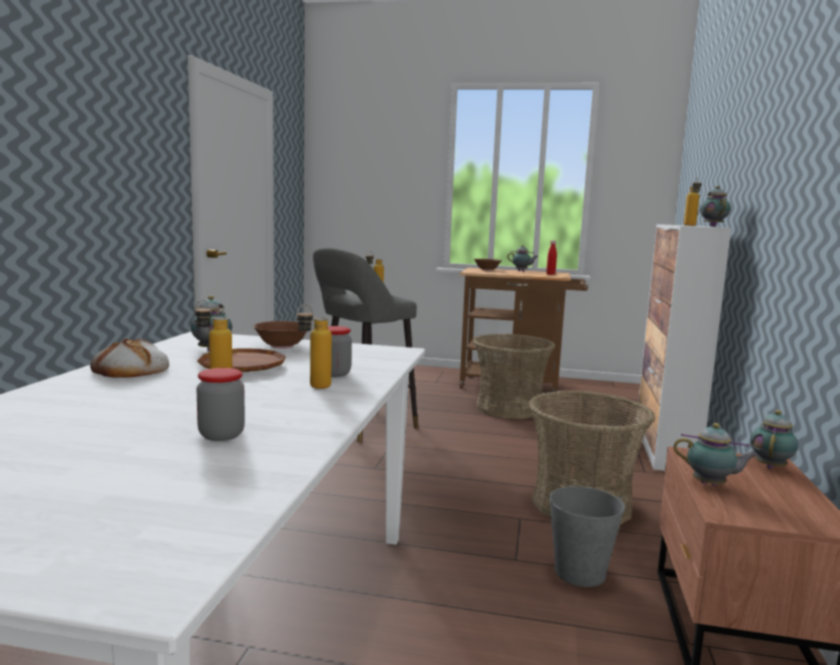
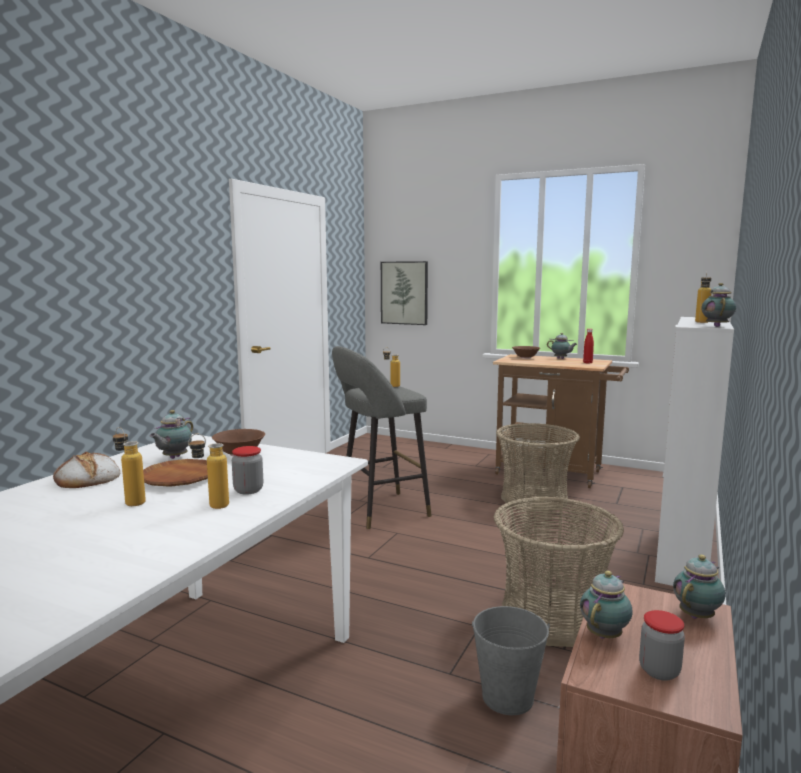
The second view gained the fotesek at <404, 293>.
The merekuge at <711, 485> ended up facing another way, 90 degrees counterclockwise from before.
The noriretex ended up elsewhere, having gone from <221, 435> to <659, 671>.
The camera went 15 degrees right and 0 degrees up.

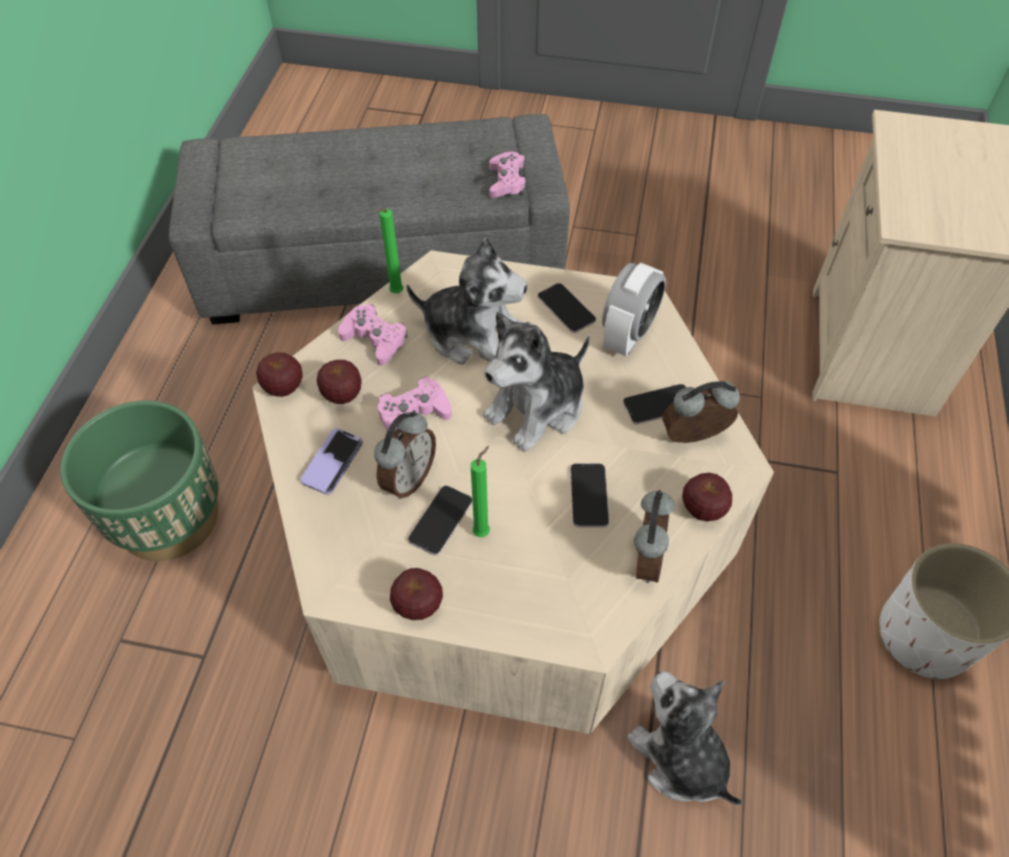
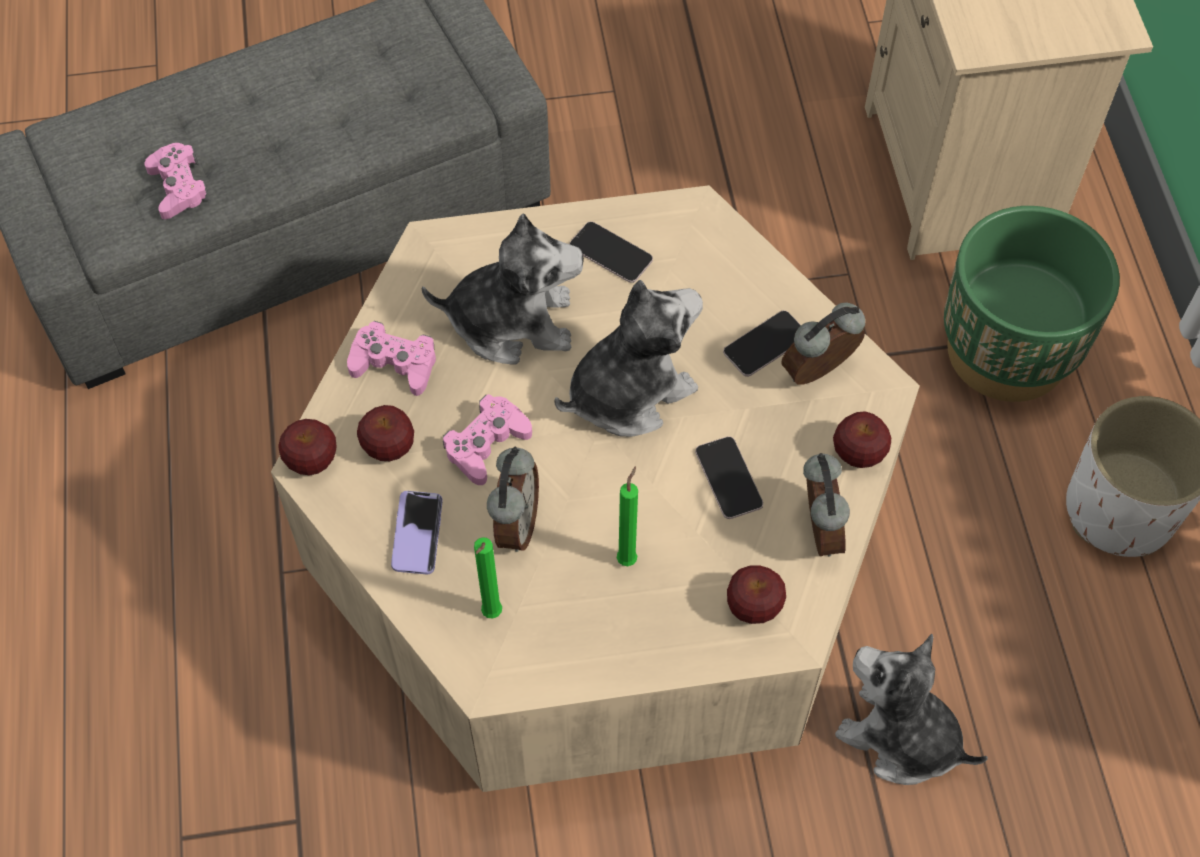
The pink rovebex ended up elsewhere, having gone from <507, 181> to <179, 187>.
The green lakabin ended up elsewhere, having gone from <395, 293> to <490, 615>.
The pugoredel at <537, 408> ended up facing another way, 150 degrees counterclockwise from before.
The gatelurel ended up elsewhere, having gone from <418, 605> to <754, 607>.
The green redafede ended up elsewhere, having gone from <169, 518> to <1006, 351>.
The second view lost the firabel at <440, 520>.
The second view lost the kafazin at <628, 335>.
The camera went 20 degrees left and 5 degrees up.

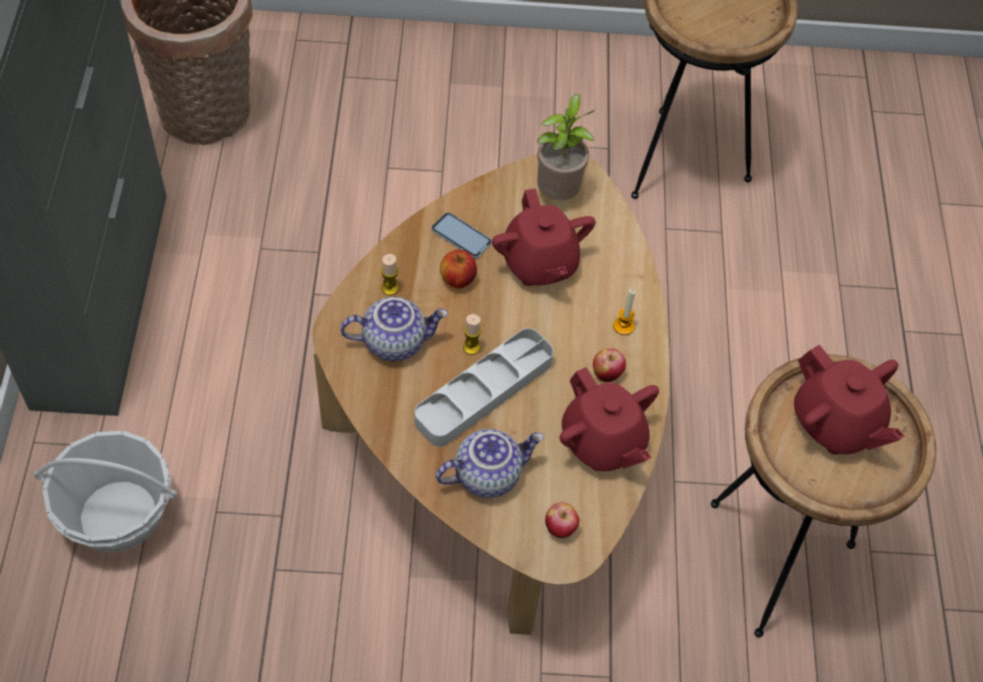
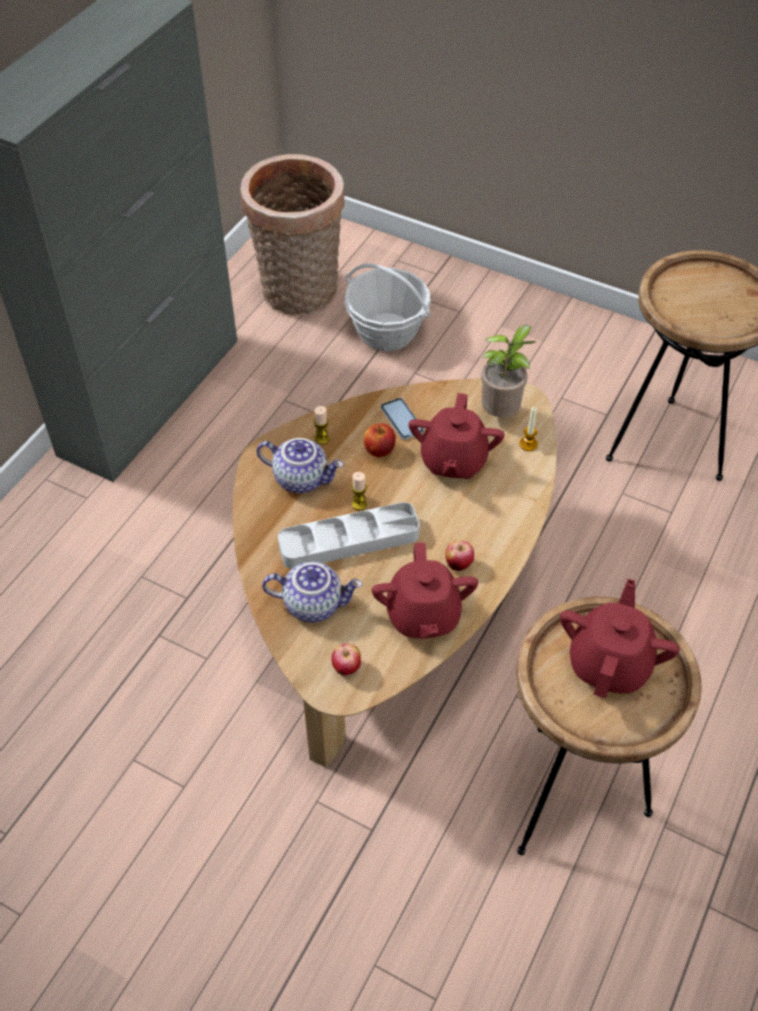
The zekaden ended up elsewhere, having gone from <119, 516> to <387, 332>.
The lakabin ended up elsewhere, having gone from <623, 326> to <528, 444>.
The red merekuge at <835, 423> ended up facing another way, 150 degrees counterclockwise from before.
The camera went 30 degrees right and 5 degrees down.

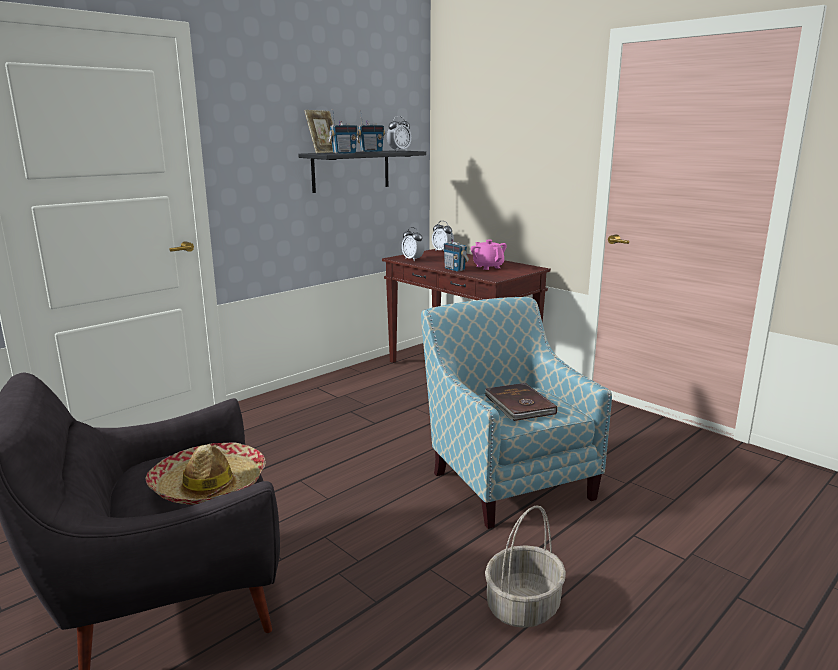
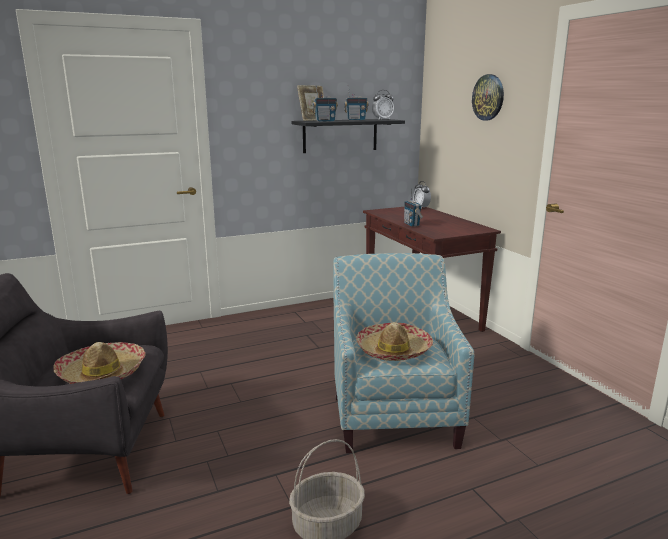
Where the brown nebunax stood at <518, 405>, the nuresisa came to stand at <393, 350>.
The second view gained the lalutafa at <488, 97>.
The second view lost the kafazin at <413, 259>.
The second view lost the pink merekuge at <488, 267>.
The camera went 20 degrees right and 0 degrees up.

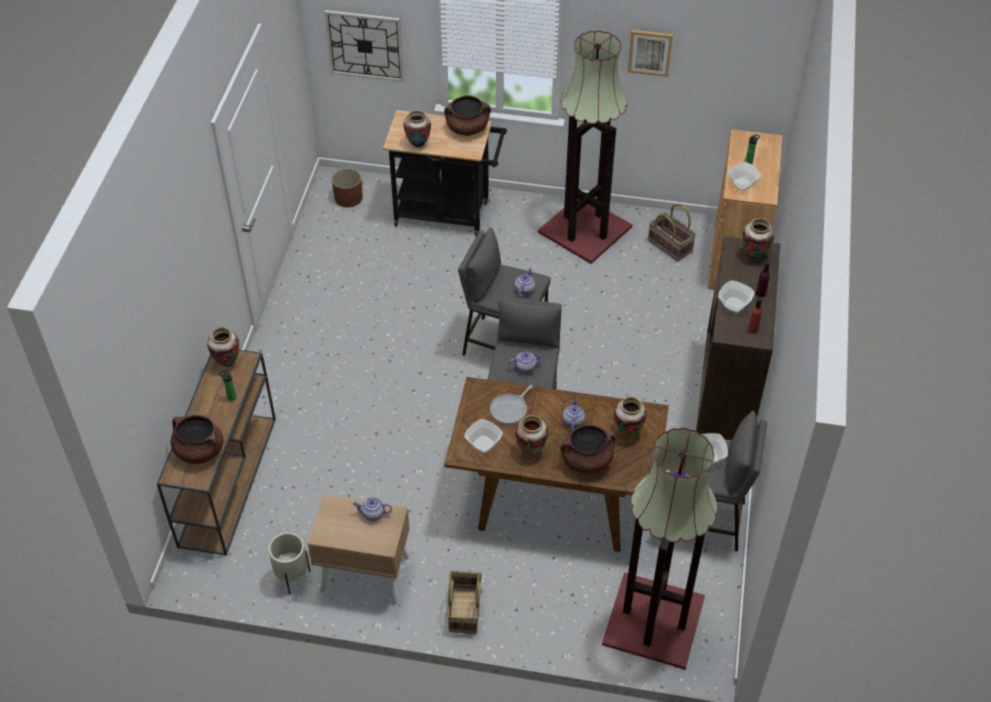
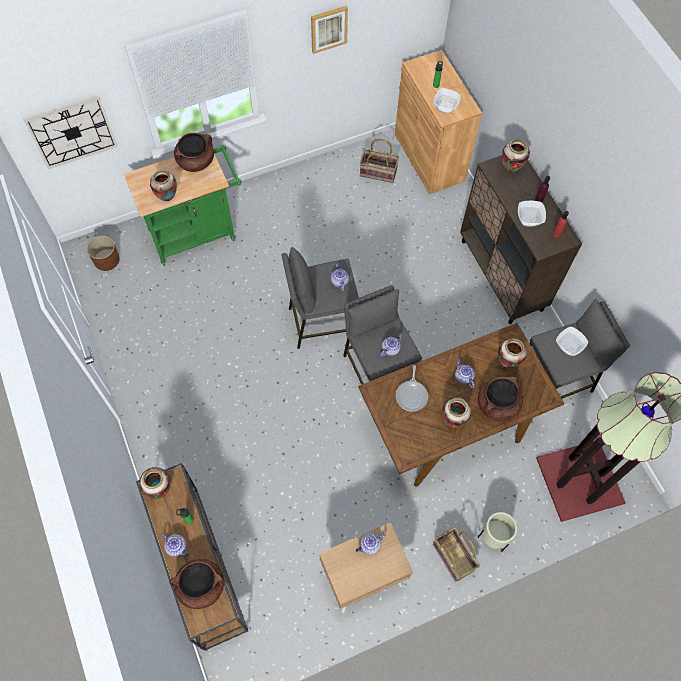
What was the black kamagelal at <448, 214> turned into the green kamagelal at <197, 232>.
The second view gained the merekuge at <177, 547>.
The beige redafede ended up elsewhere, having gone from <292, 578> to <493, 538>.
The second view lost the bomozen at <482, 444>.
The second view lost the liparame at <584, 228>.
The camera went 35 degrees left and 15 degrees up.

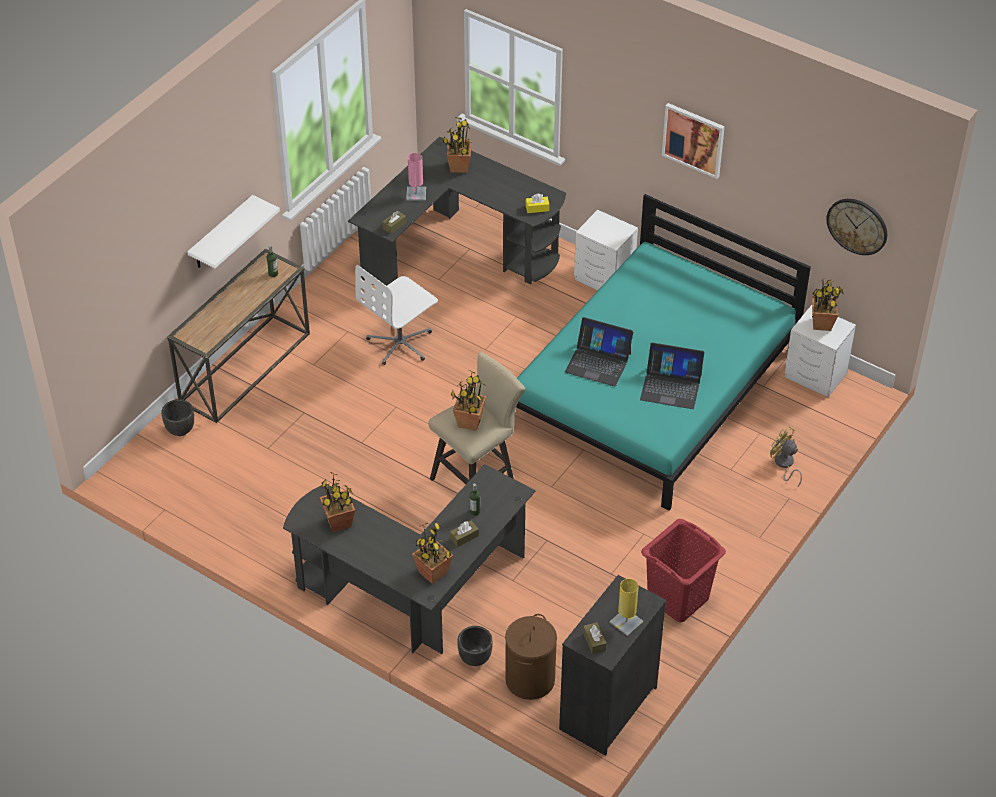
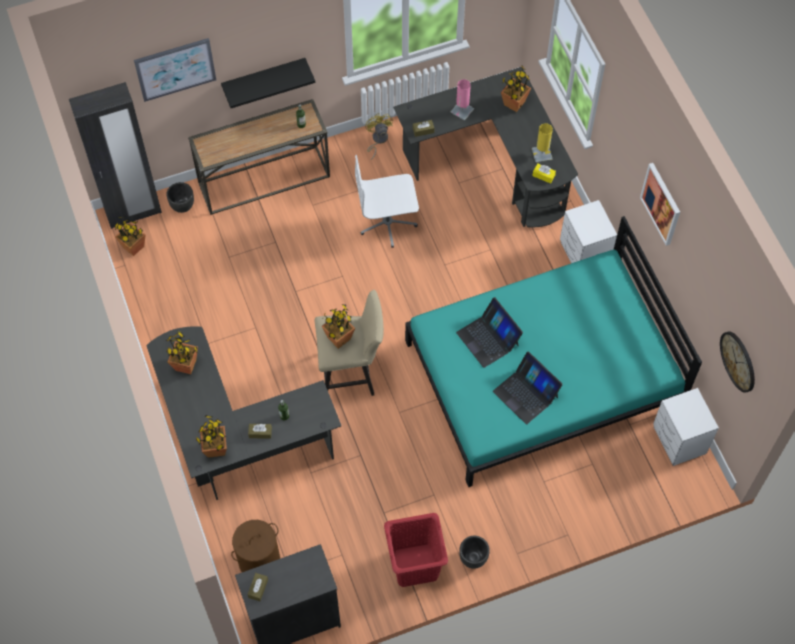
The second view gained the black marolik at <133, 213>.
The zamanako ended up elsewhere, having gone from <822, 323> to <133, 247>.
The second view gained the fotesek at <175, 69>.
What was the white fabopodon at <221, 234> turned into the black fabopodon at <264, 78>.
The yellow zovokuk ended up elsewhere, having gone from <784, 464> to <378, 140>.
The black redafede ended up elsewhere, having gone from <474, 658> to <473, 558>.
The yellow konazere ended up elsewhere, having gone from <626, 622> to <542, 154>.
The camera went 35 degrees right and 15 degrees up.

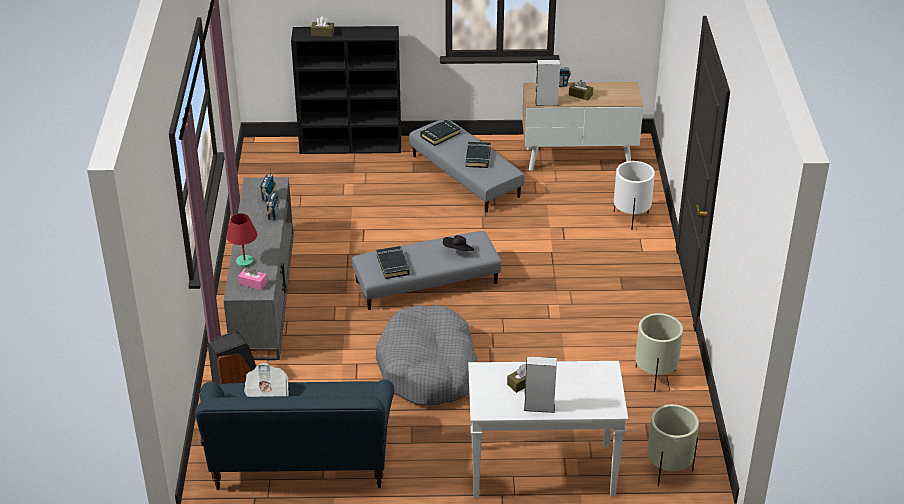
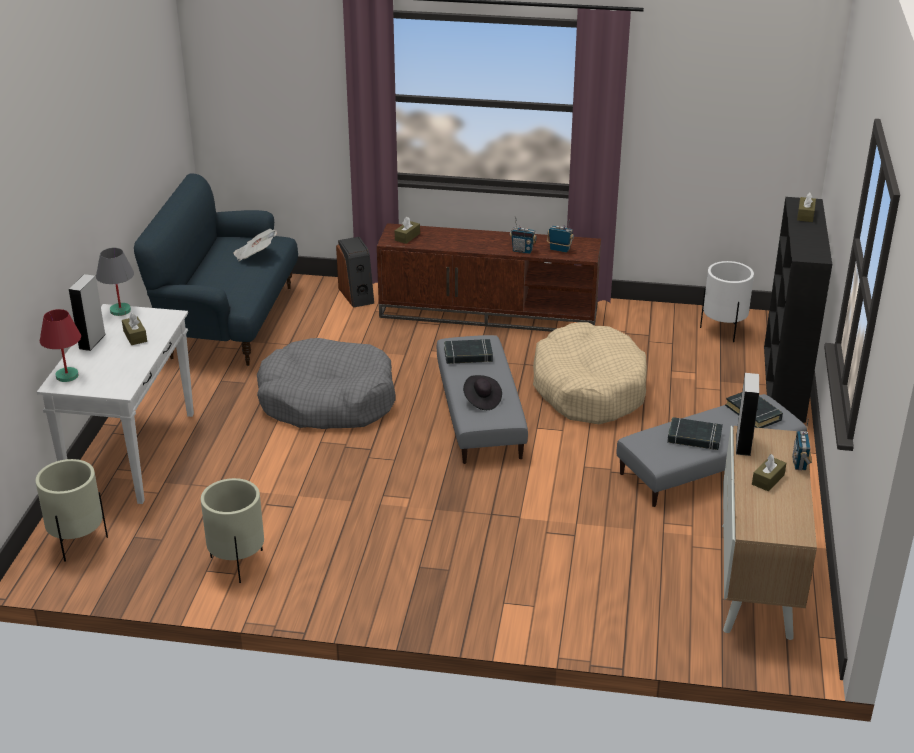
The red konazere ended up elsewhere, having gone from <244, 262> to <67, 375>.
The second view gained the grey konazere at <120, 310>.
What was the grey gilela at <262, 293> turned into the brown gilela at <489, 313>.
What was the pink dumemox at <253, 283> turned into the brown dumemox at <407, 237>.
The second view gained the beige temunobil at <589, 388>.
The white redafede ended up elsewhere, having gone from <631, 218> to <723, 330>.
The camera went 100 degrees right and 5 degrees down.

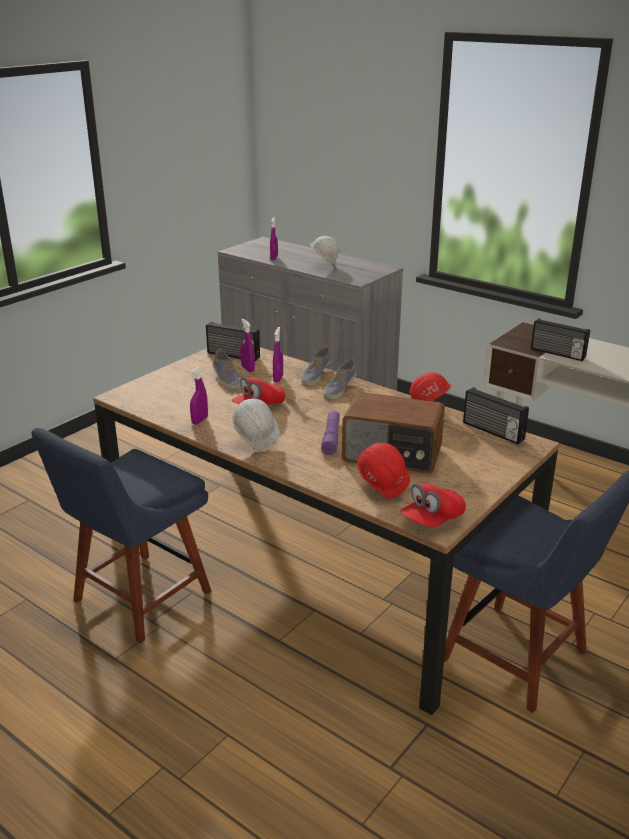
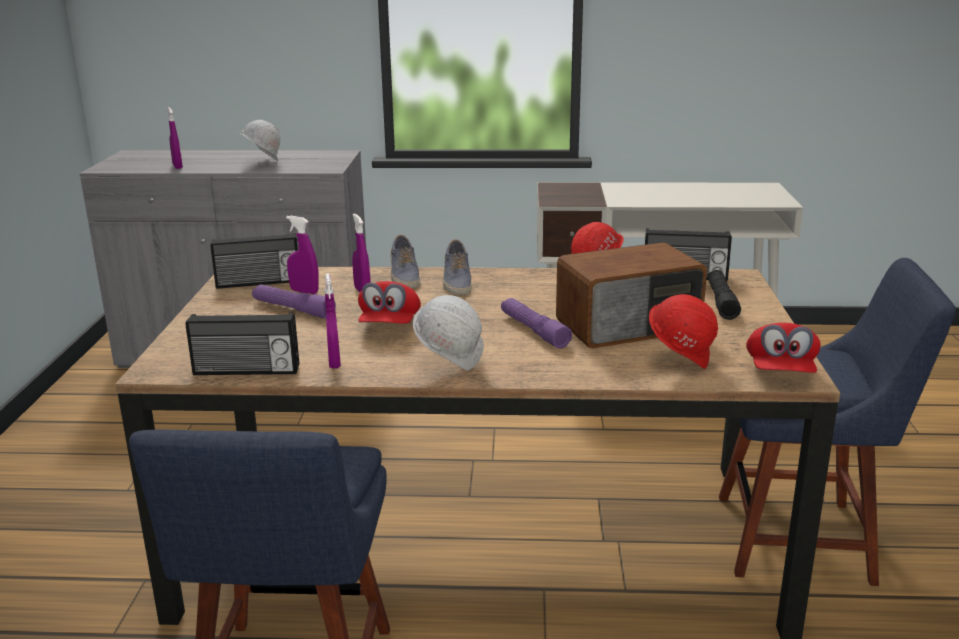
The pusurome ended up elsewhere, having gone from <557, 353> to <246, 371>.
Where the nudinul stood at <226, 379>, the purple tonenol came to stand at <293, 309>.
The second view gained the black tonenol at <721, 302>.
The camera went 35 degrees left and 5 degrees down.

